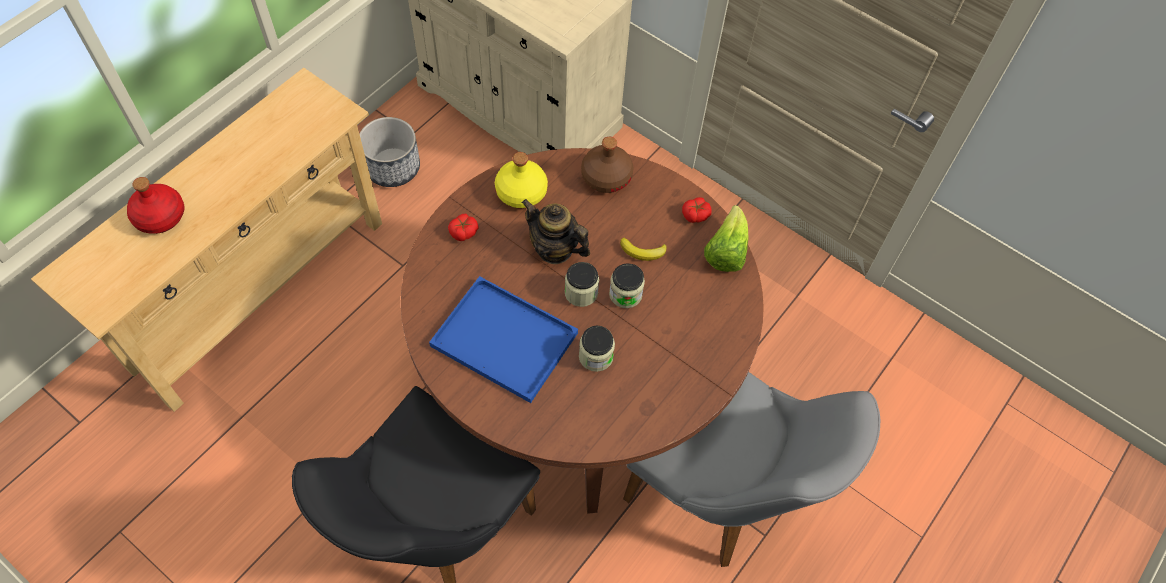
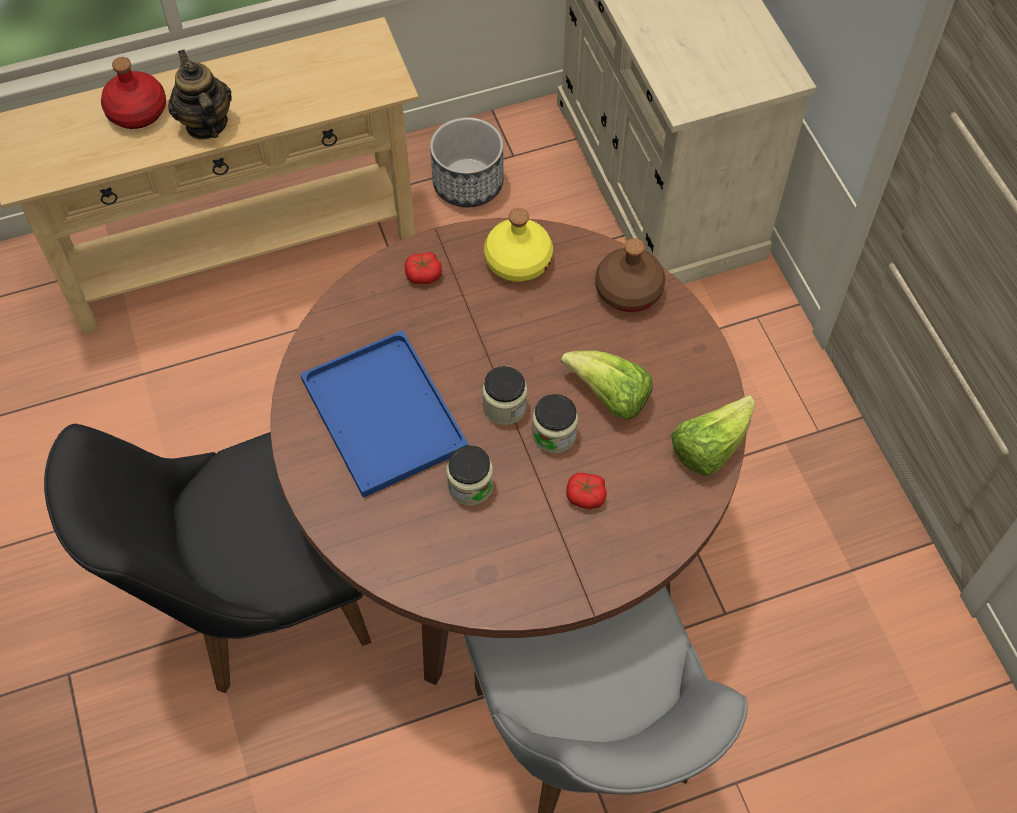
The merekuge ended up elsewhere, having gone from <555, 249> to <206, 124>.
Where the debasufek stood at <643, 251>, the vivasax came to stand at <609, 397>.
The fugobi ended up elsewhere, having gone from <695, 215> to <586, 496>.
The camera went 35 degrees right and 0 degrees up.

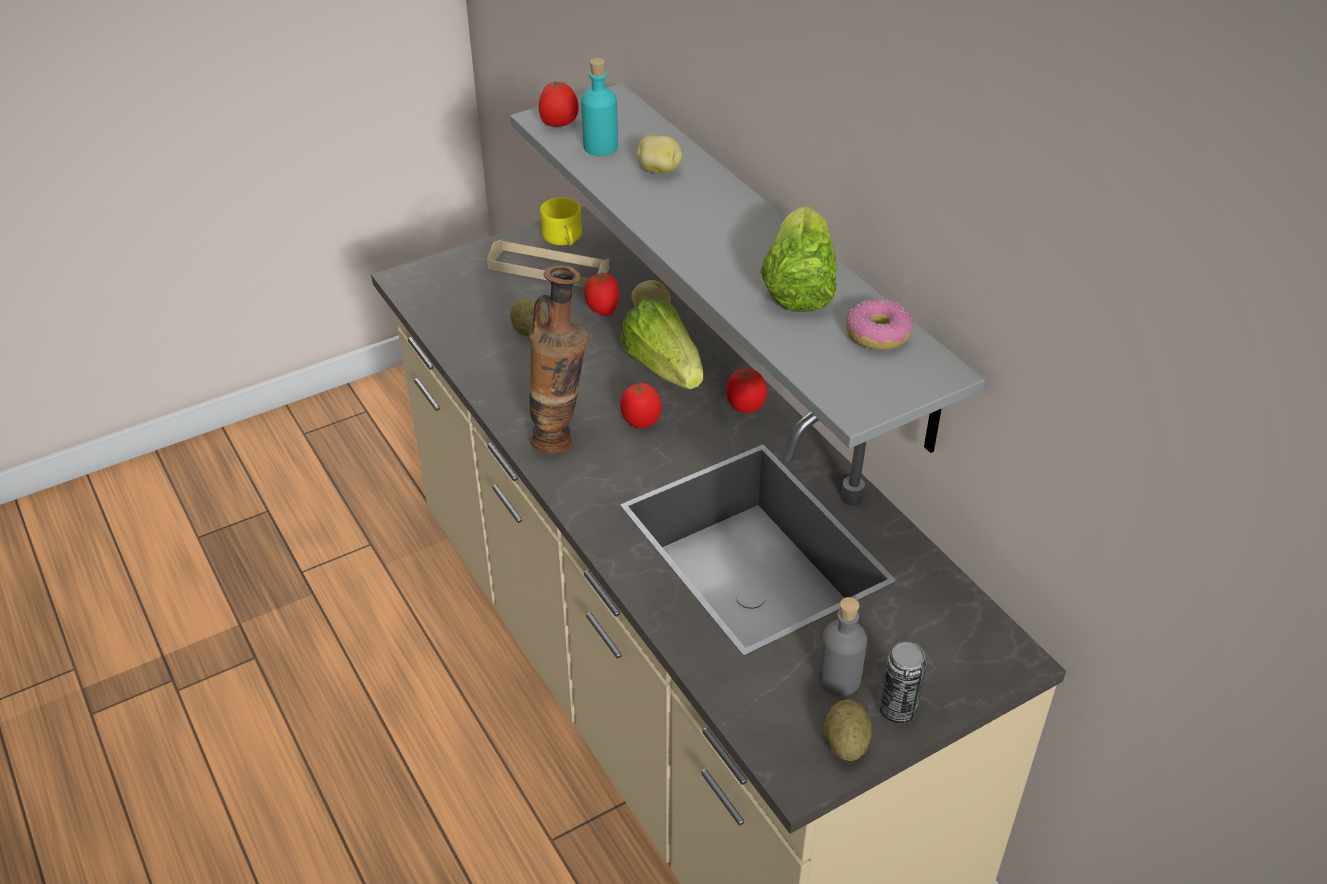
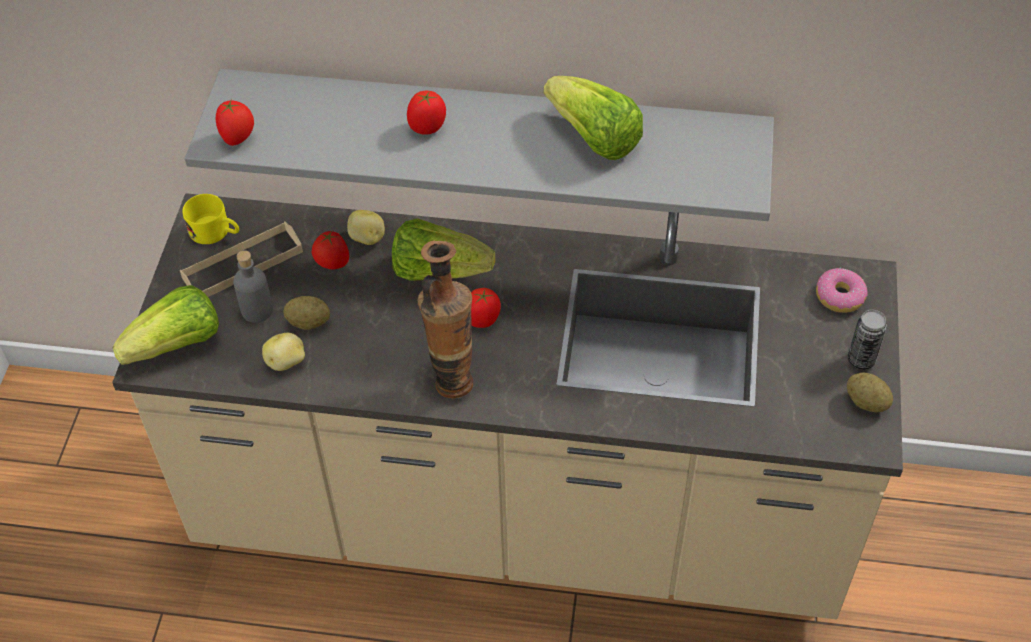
The second view gained the vivasax at <177, 345>.
The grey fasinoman ended up elsewhere, having gone from <839, 679> to <257, 310>.
The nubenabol ended up elsewhere, having gone from <659, 171> to <286, 362>.
The fugobi ended up elsewhere, having gone from <745, 407> to <428, 128>.
The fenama ended up elsewhere, having gone from <878, 335> to <840, 296>.
The second view lost the turquoise fasinoman at <600, 147>.
The camera went 50 degrees left and 10 degrees up.

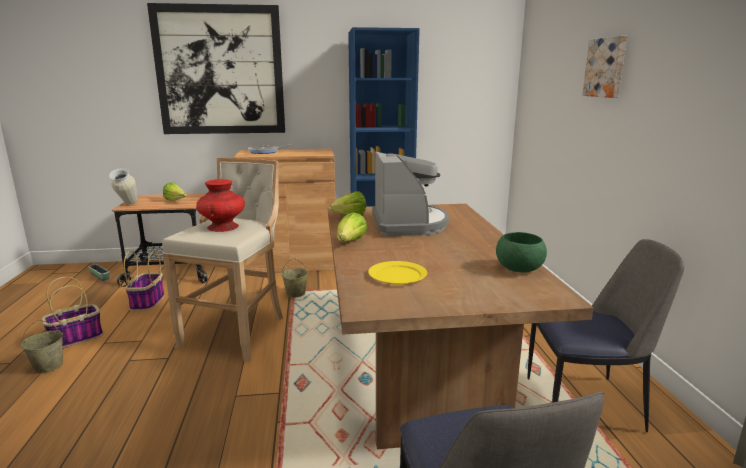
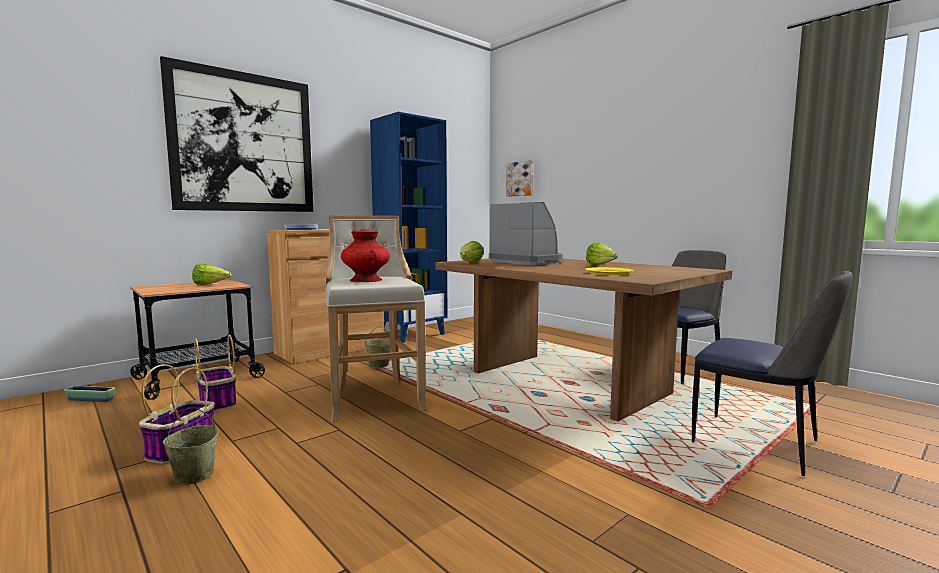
The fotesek ended up elsewhere, having gone from <606, 67> to <520, 179>.
The vivasax ended up elsewhere, having gone from <350, 242> to <601, 266>.
The second view lost the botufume at <126, 205>.
The second view lost the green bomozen at <518, 269>.
The camera went 35 degrees left and 10 degrees down.

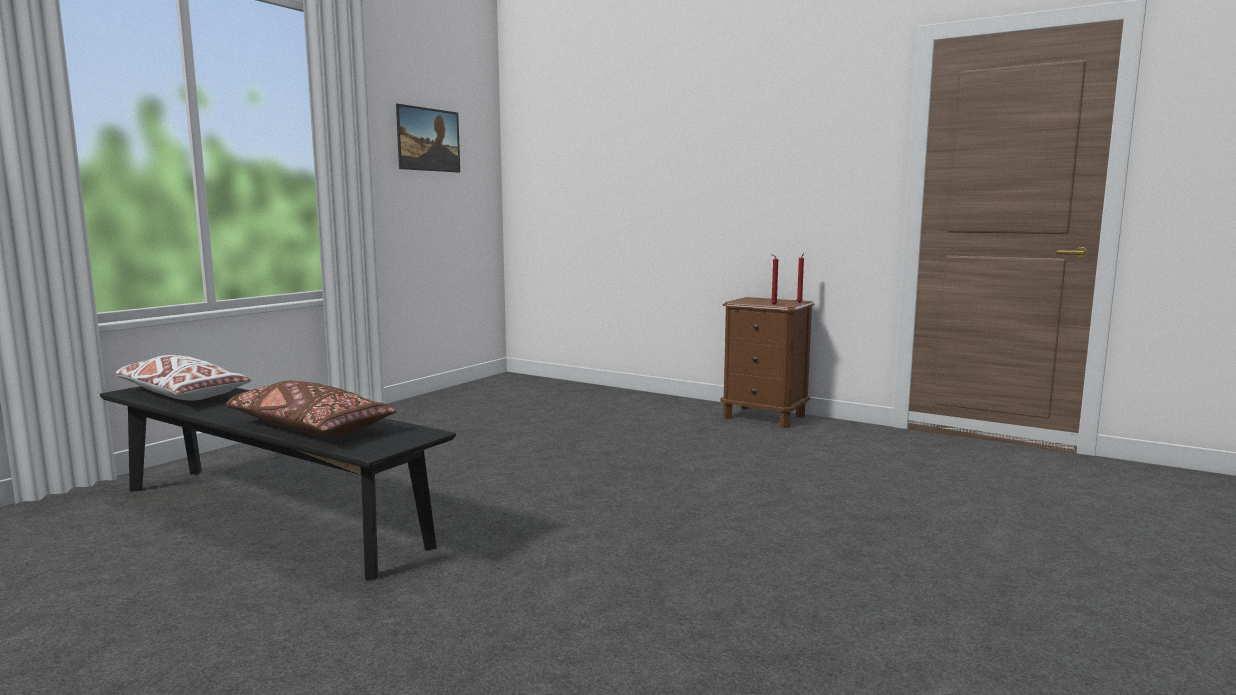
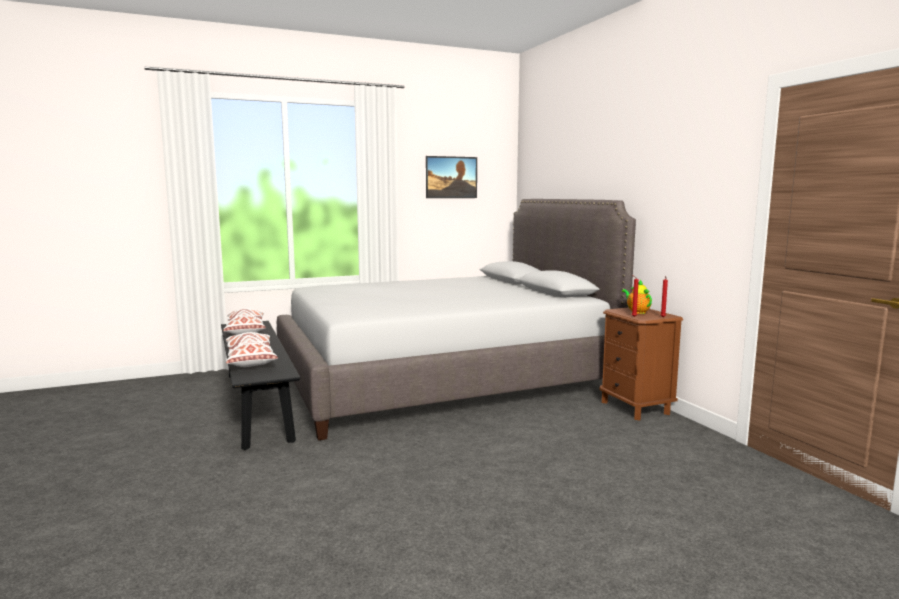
What was the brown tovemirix at <309, 427> turned into the white tovemirix at <250, 360>.
The second view gained the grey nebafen at <443, 380>.
The second view gained the merekuge at <637, 312>.
The camera went 35 degrees right and 0 degrees up.

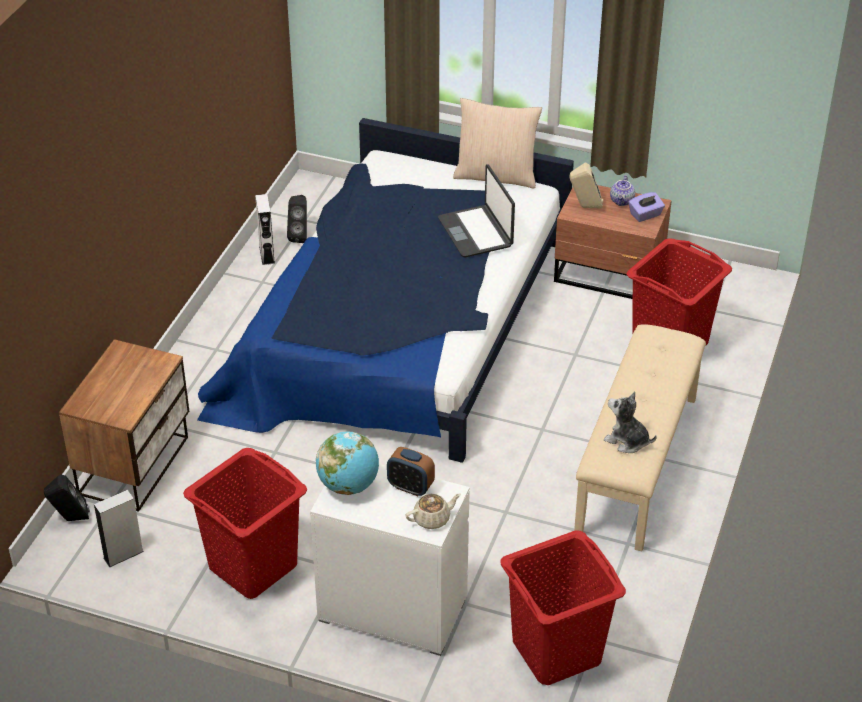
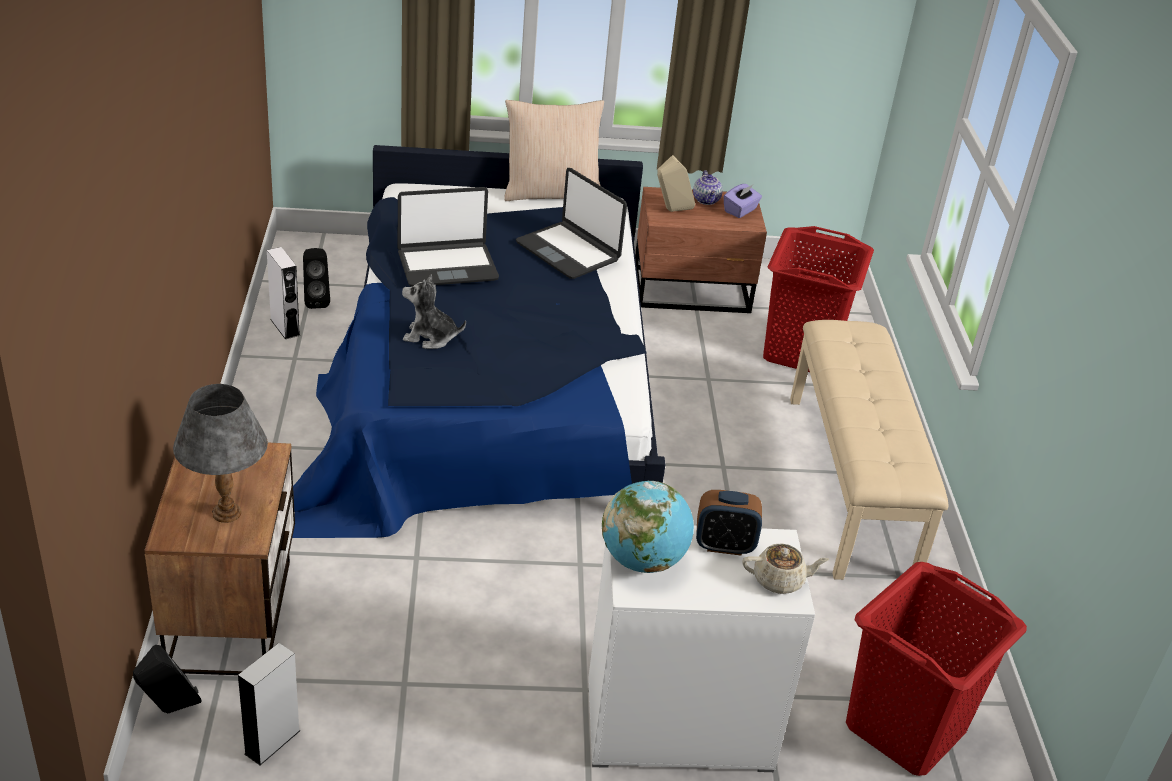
The second view gained the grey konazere at <226, 513>.
The second view gained the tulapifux at <447, 265>.
The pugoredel ended up elsewhere, having gone from <627, 441> to <430, 337>.
The beige merekuge at <432, 519> ended up facing another way, 45 degrees clockwise from before.
The second view lost the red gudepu at <254, 566>.
The camera went 25 degrees left and 5 degrees down.

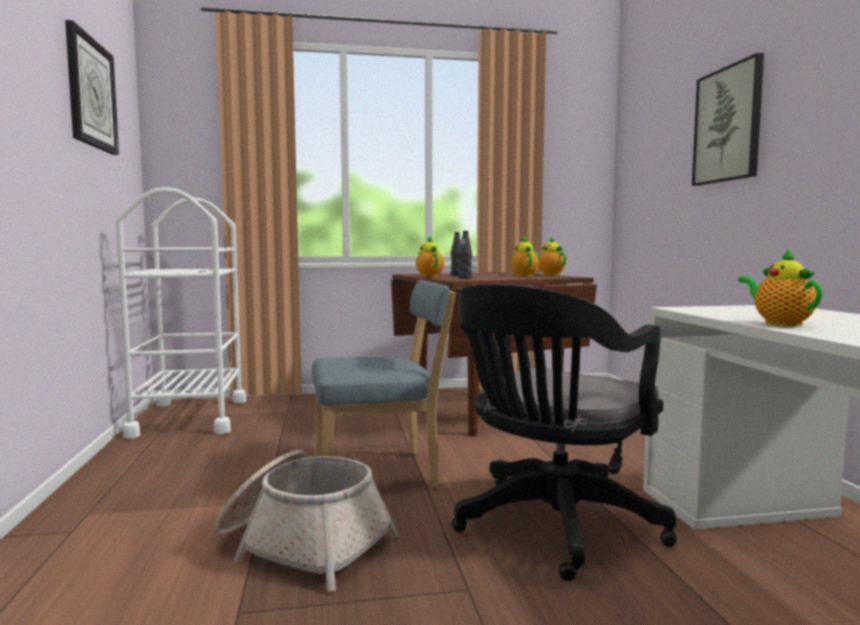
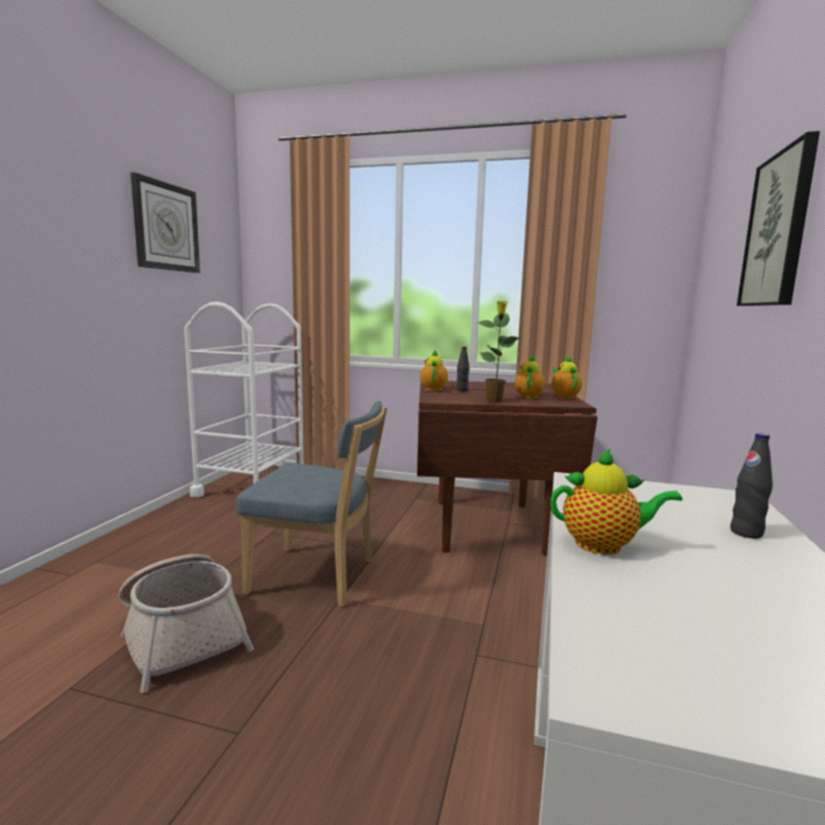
The second view gained the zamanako at <494, 401>.
The merekuge at <779, 323> ended up facing another way, 90 degrees clockwise from before.
The black fasinoman ended up elsewhere, having gone from <465, 278> to <746, 533>.
The second view lost the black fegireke at <552, 527>.
The camera went 25 degrees right and 5 degrees up.

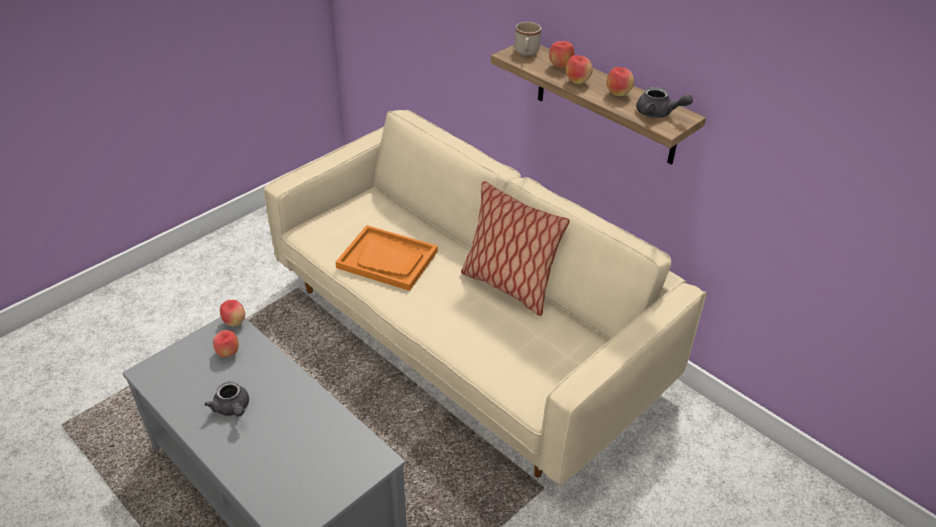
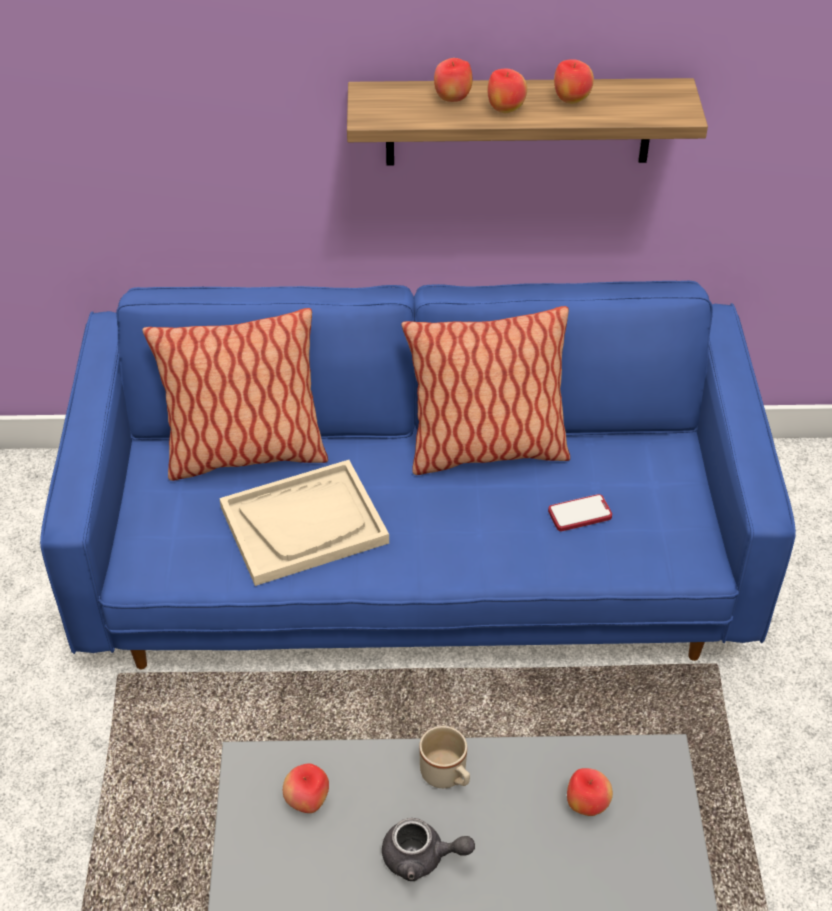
What was the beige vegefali at <466, 335> turned into the blue vegefali at <416, 562>.
The second view gained the tovemirix at <245, 454>.
What was the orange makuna at <387, 259> turned into the beige makuna at <304, 524>.
The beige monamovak ended up elsewhere, having gone from <526, 52> to <447, 776>.
The second view gained the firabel at <579, 514>.
The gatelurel ended up elsewhere, having gone from <235, 322> to <586, 805>.
The second view lost the grey merekuge at <658, 113>.
The camera went 45 degrees left and 5 degrees up.

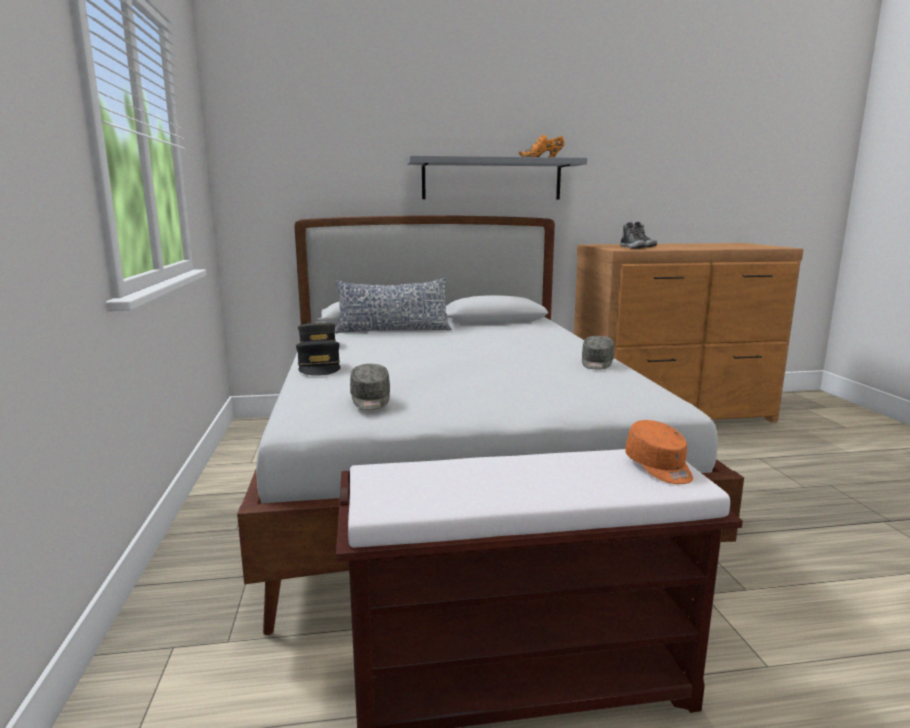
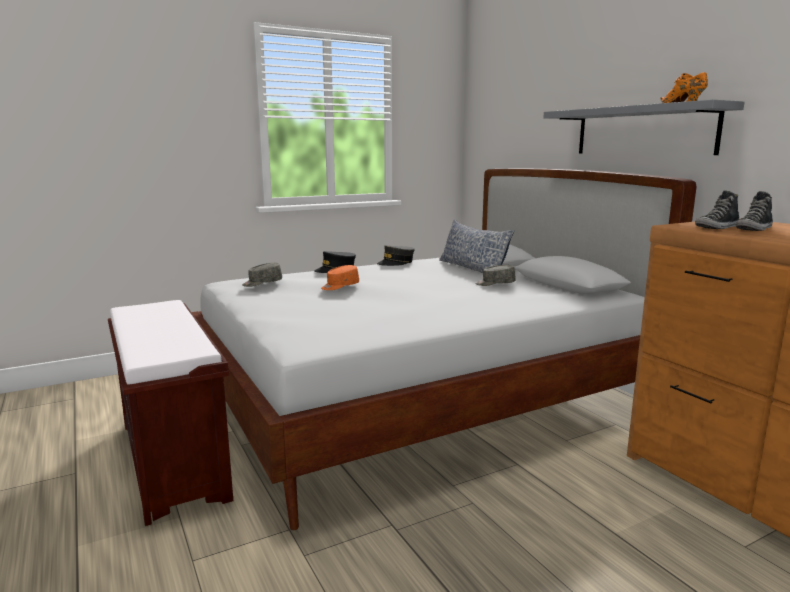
The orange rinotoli ended up elsewhere, having gone from <659, 467> to <340, 286>.
The grey rinotoli ended up elsewhere, having gone from <596, 363> to <495, 284>.
The camera went 70 degrees right and 0 degrees up.

